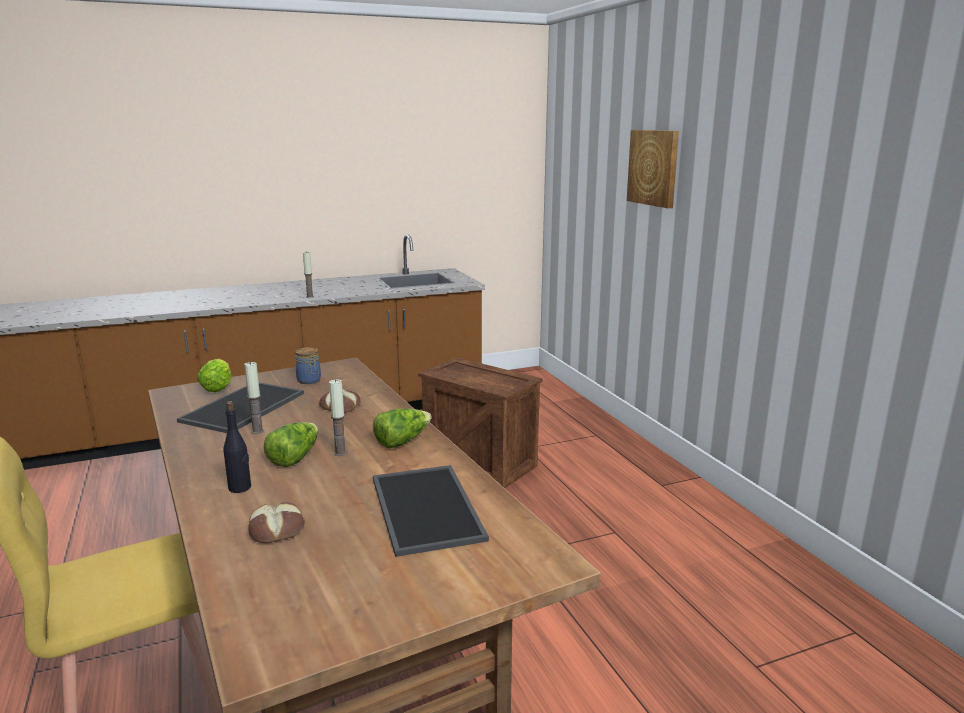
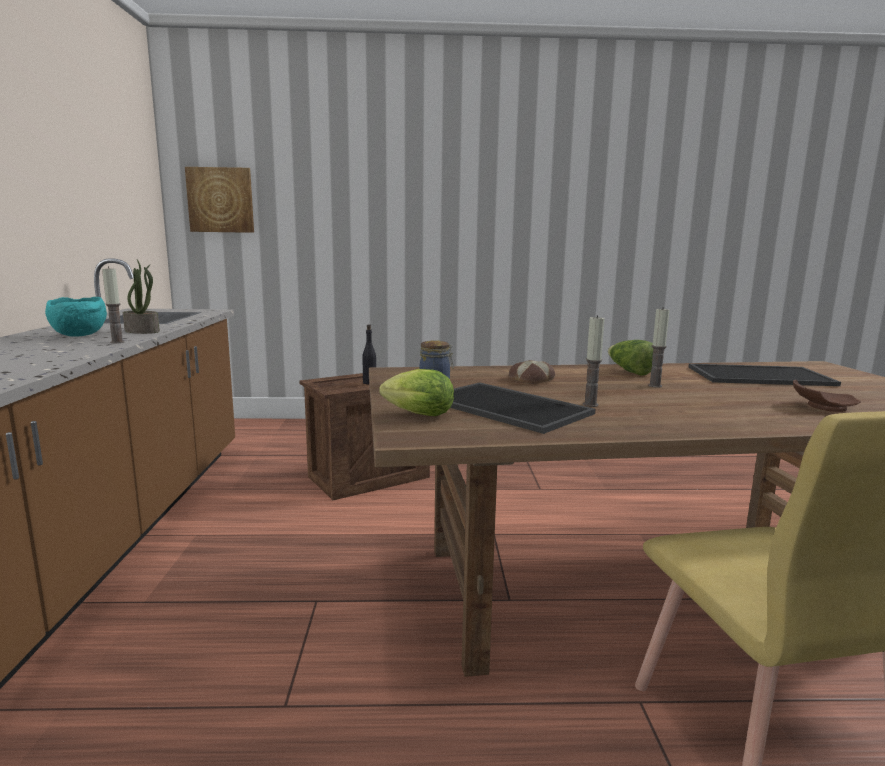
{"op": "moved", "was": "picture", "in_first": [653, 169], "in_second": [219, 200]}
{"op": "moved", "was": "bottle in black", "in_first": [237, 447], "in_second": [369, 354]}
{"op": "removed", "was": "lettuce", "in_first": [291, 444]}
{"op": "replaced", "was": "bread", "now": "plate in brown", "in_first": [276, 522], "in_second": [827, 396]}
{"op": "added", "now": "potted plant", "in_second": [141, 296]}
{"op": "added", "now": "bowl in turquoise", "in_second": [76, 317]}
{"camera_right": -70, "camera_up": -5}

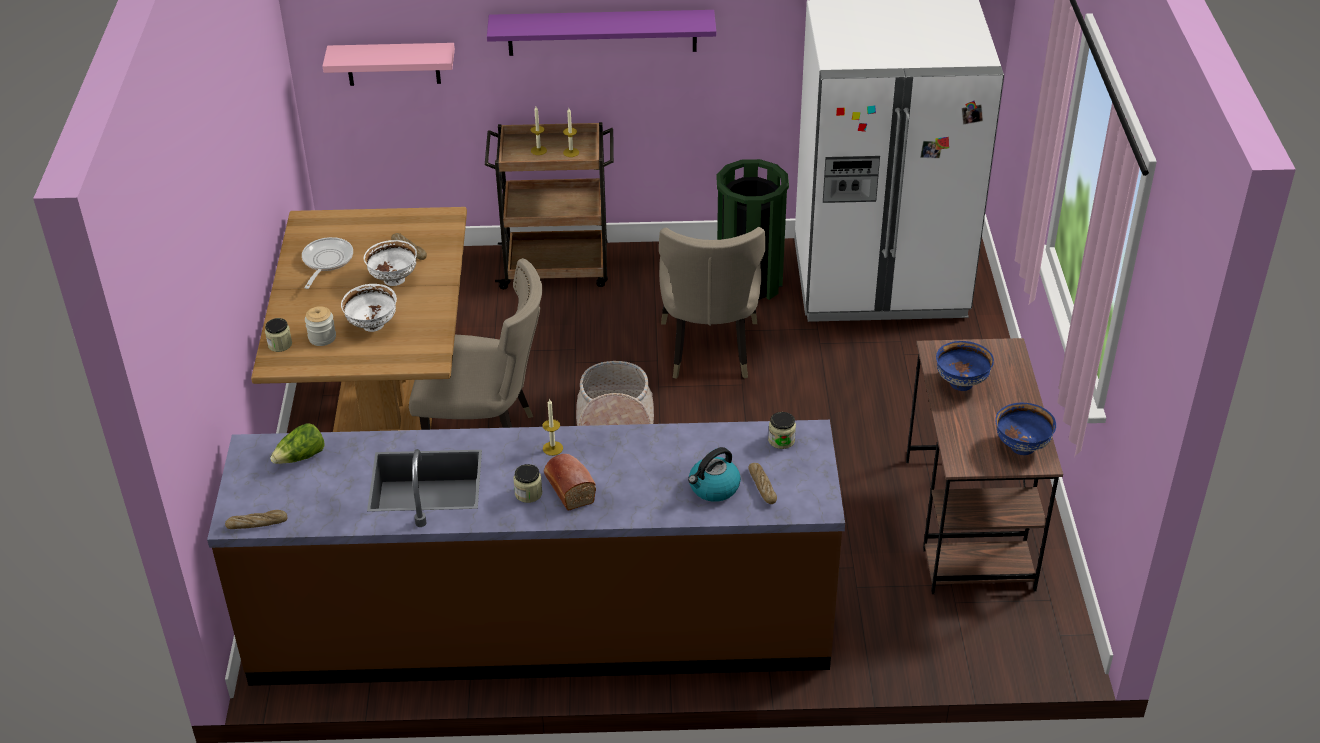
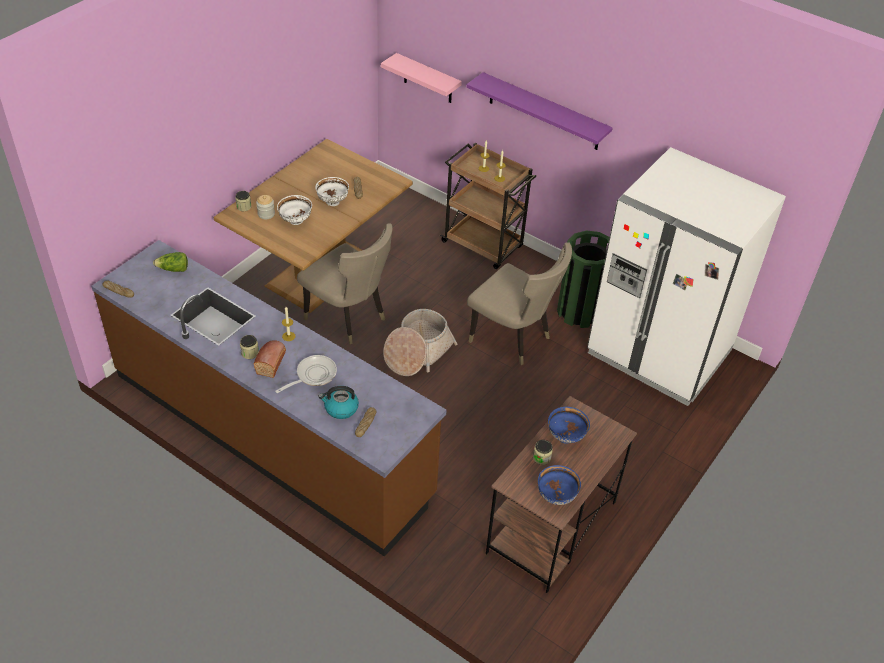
{"op": "turned", "was": "chair in beige", "in_first": [712, 303], "in_second": [519, 303], "clockwise": -90}
{"op": "moved", "was": "frying pan", "in_first": [327, 263], "in_second": [306, 374]}
{"op": "moved", "was": "jar", "in_first": [782, 430], "in_second": [543, 452]}
{"camera_right": 35, "camera_up": 5}

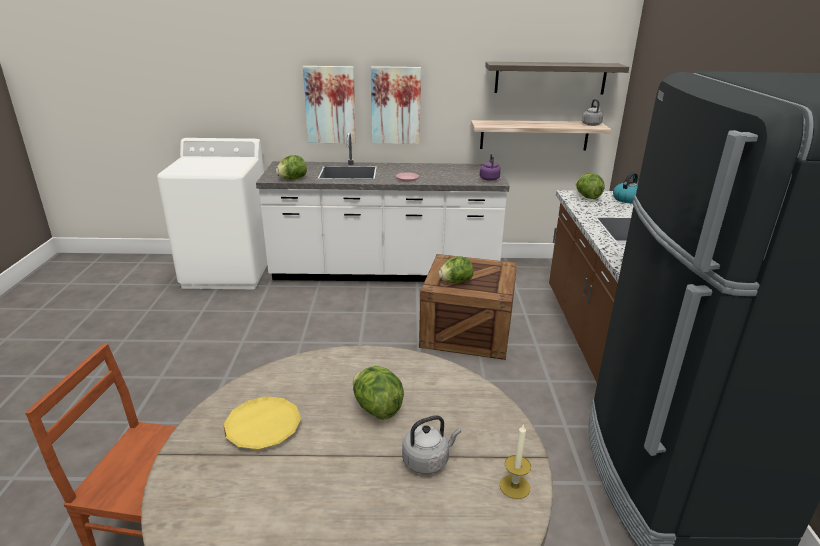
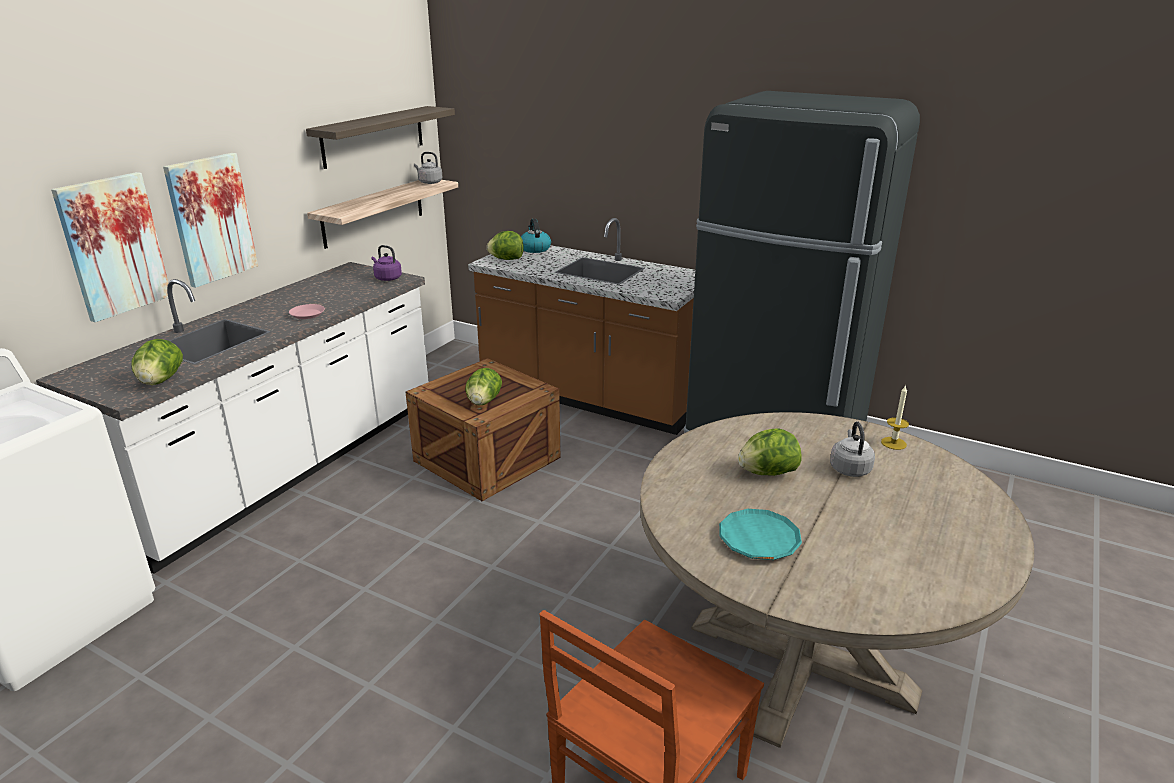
{"op": "recoloured", "was": "plate in yellow", "now": "plate in turquoise", "in_first": [262, 423], "in_second": [760, 534]}
{"camera_right": -60, "camera_up": 0}

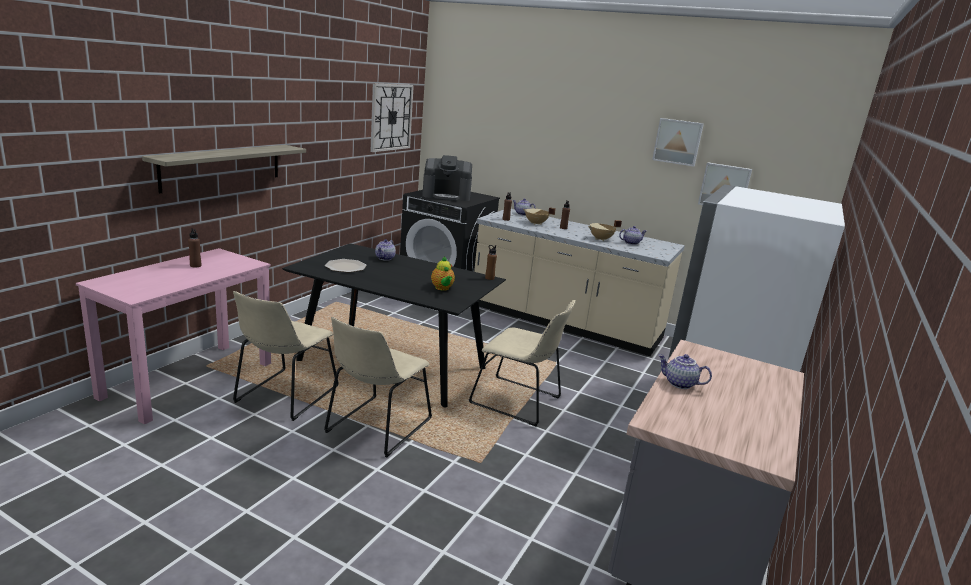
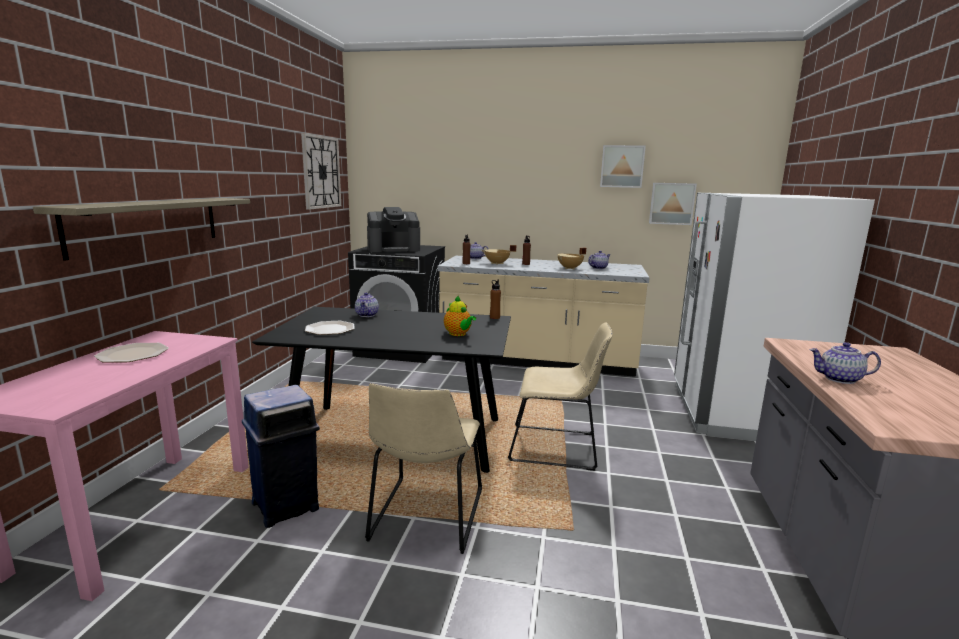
{"op": "replaced", "was": "bottle in brown", "now": "plate", "in_first": [194, 248], "in_second": [131, 353]}
{"op": "replaced", "was": "chair in beige", "now": "trash can in blue", "in_first": [286, 356], "in_second": [281, 456]}
{"camera_right": -15, "camera_up": -5}

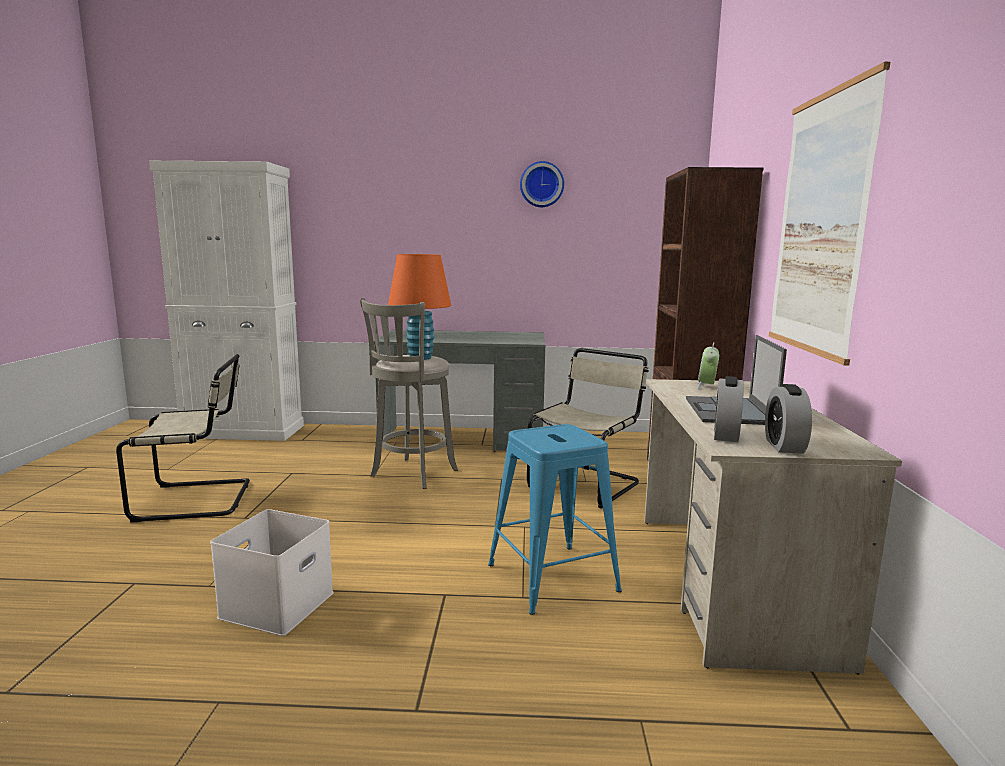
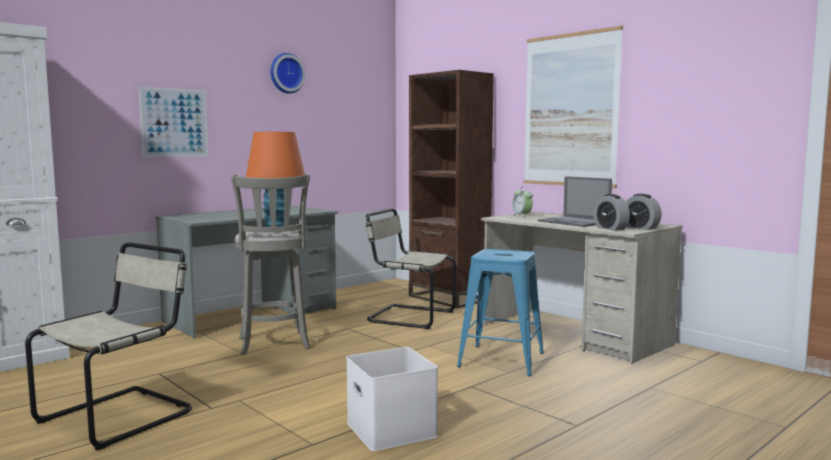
{"op": "turned", "was": "chair in beige", "in_first": [588, 428], "in_second": [411, 268], "clockwise": -60}
{"op": "added", "now": "picture", "in_second": [173, 122]}
{"camera_right": -45, "camera_up": -5}

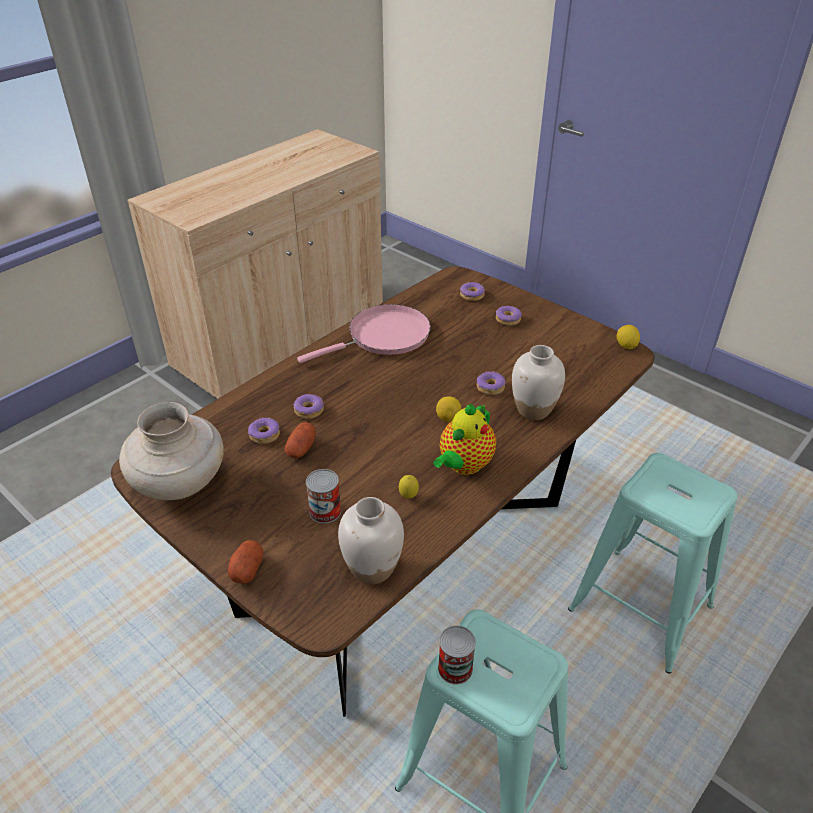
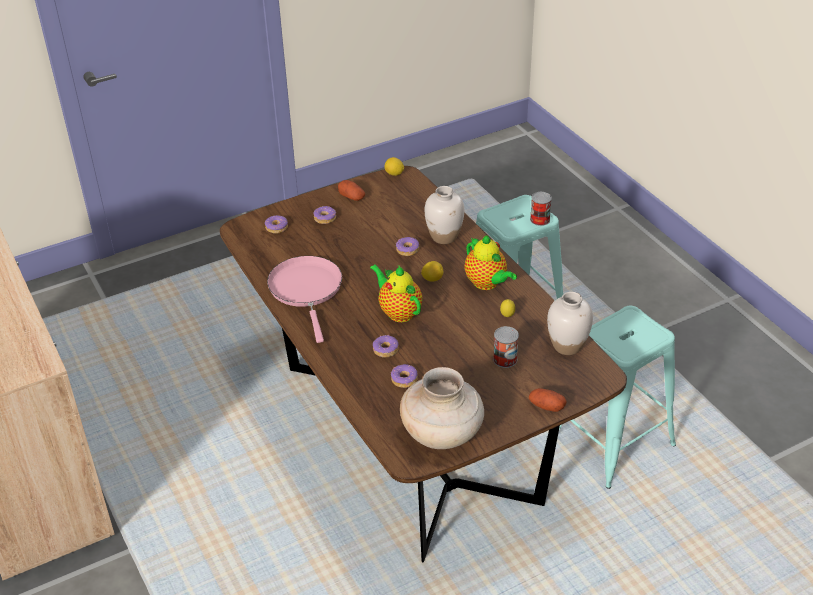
{"op": "moved", "was": "potato", "in_first": [300, 440], "in_second": [351, 190]}
{"op": "moved", "was": "can", "in_first": [457, 655], "in_second": [541, 209]}
{"op": "added", "now": "teapot", "in_second": [396, 293]}
{"camera_right": -70, "camera_up": 0}

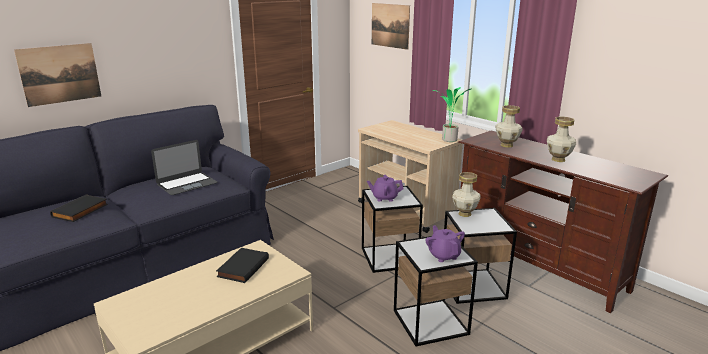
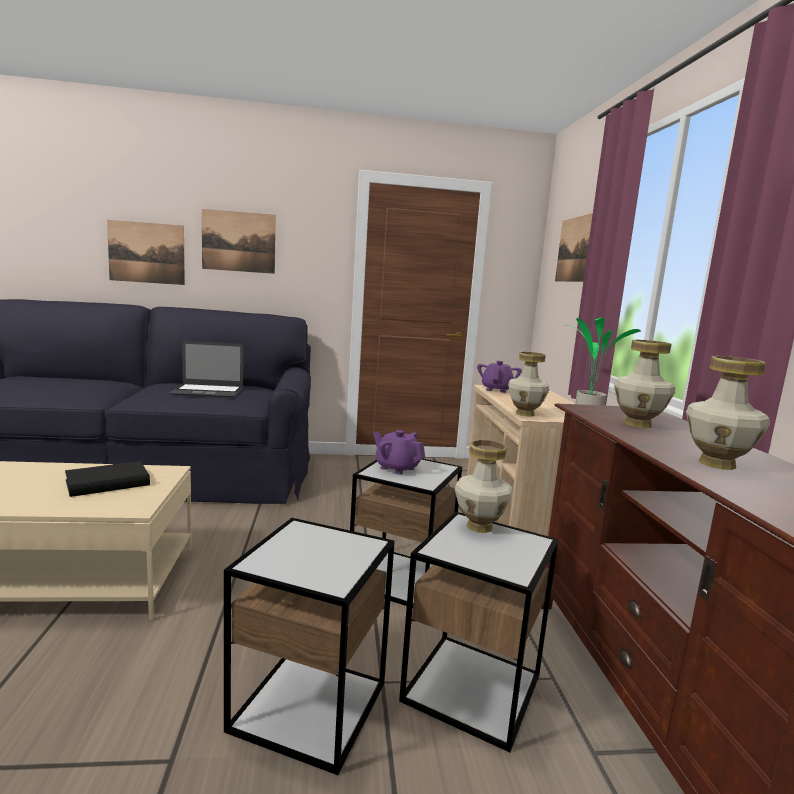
{"op": "removed", "was": "book in black", "in_first": [79, 208]}
{"op": "moved", "was": "teapot in purple", "in_first": [445, 243], "in_second": [499, 377]}
{"op": "added", "now": "picture", "in_second": [239, 241]}
{"op": "added", "now": "vase", "in_second": [528, 384]}
{"camera_right": 35, "camera_up": -10}

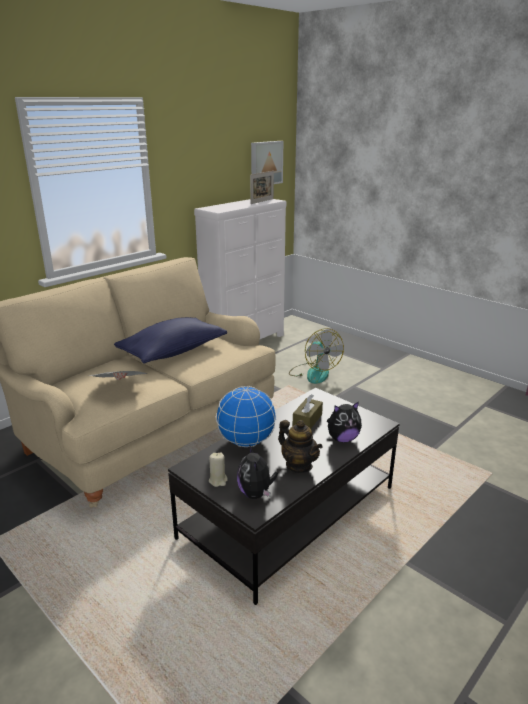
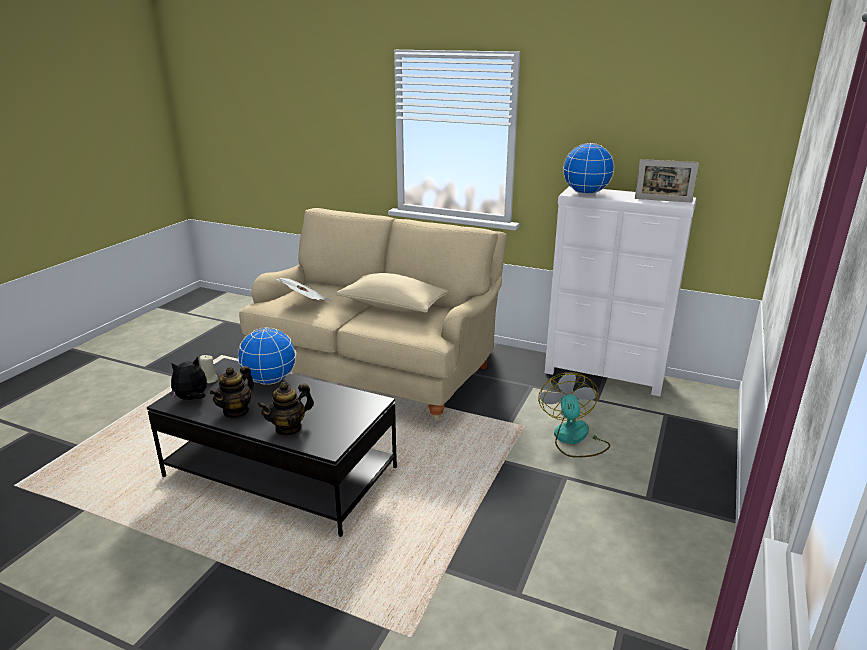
{"op": "removed", "was": "picture", "in_first": [267, 162]}
{"op": "recoloured", "was": "pillow in blue", "now": "pillow in beige", "in_first": [170, 340], "in_second": [392, 293]}
{"op": "turned", "was": "fan", "in_first": [316, 356], "in_second": [574, 415], "clockwise": 135}
{"op": "removed", "was": "tissue box in brown", "in_first": [308, 411]}
{"op": "replaced", "was": "plush toy", "now": "teapot", "in_first": [344, 422], "in_second": [285, 409]}
{"op": "added", "now": "globe", "in_second": [588, 168]}
{"camera_right": 70, "camera_up": 0}

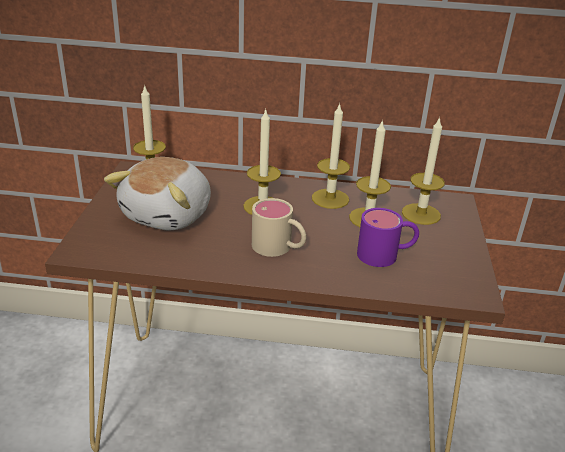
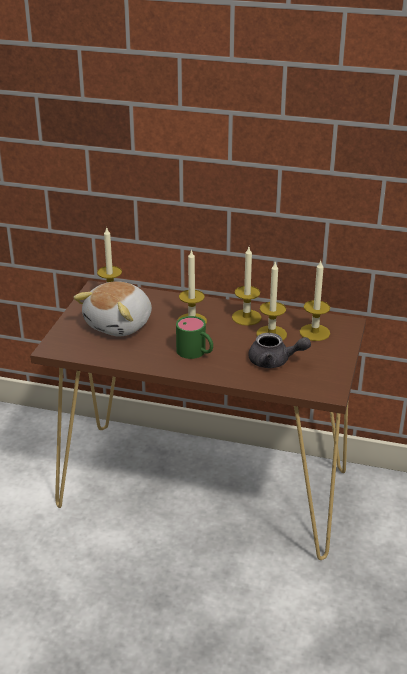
{"op": "recoloured", "was": "mug in beige", "now": "mug in green", "in_first": [279, 227], "in_second": [194, 337]}
{"op": "replaced", "was": "mug in purple", "now": "teapot in grey", "in_first": [388, 237], "in_second": [279, 350]}
{"camera_right": 10, "camera_up": 0}

